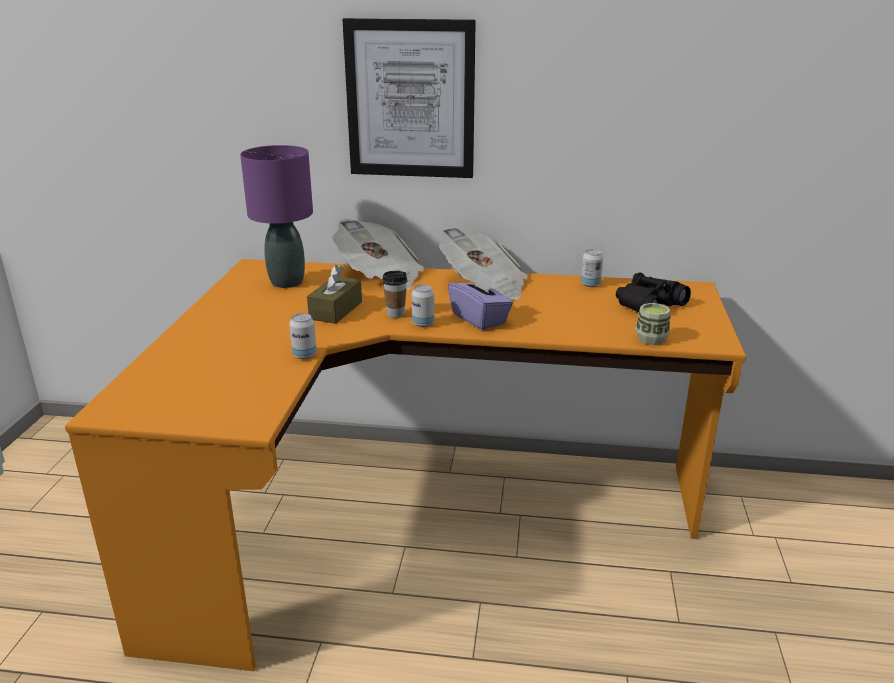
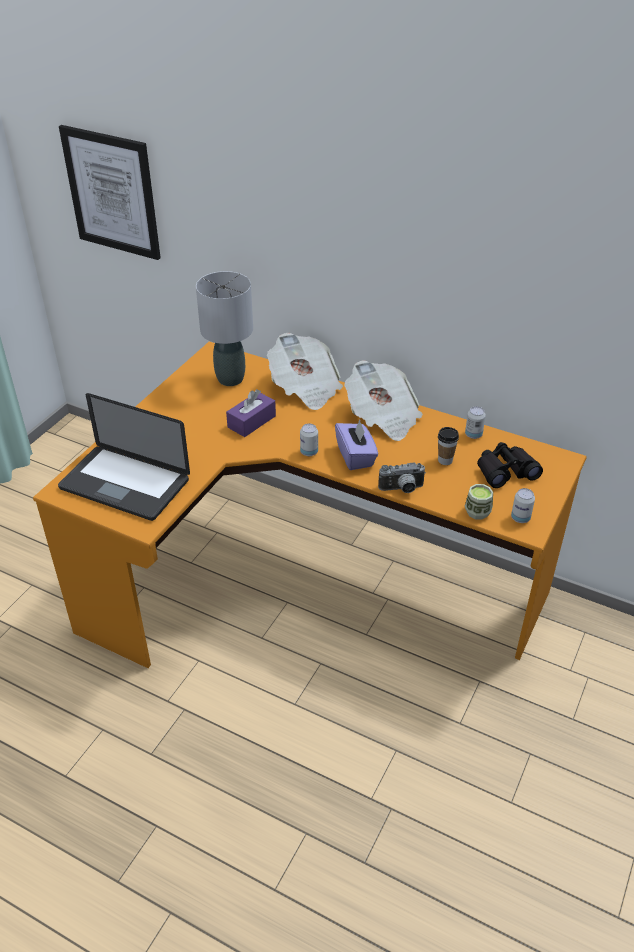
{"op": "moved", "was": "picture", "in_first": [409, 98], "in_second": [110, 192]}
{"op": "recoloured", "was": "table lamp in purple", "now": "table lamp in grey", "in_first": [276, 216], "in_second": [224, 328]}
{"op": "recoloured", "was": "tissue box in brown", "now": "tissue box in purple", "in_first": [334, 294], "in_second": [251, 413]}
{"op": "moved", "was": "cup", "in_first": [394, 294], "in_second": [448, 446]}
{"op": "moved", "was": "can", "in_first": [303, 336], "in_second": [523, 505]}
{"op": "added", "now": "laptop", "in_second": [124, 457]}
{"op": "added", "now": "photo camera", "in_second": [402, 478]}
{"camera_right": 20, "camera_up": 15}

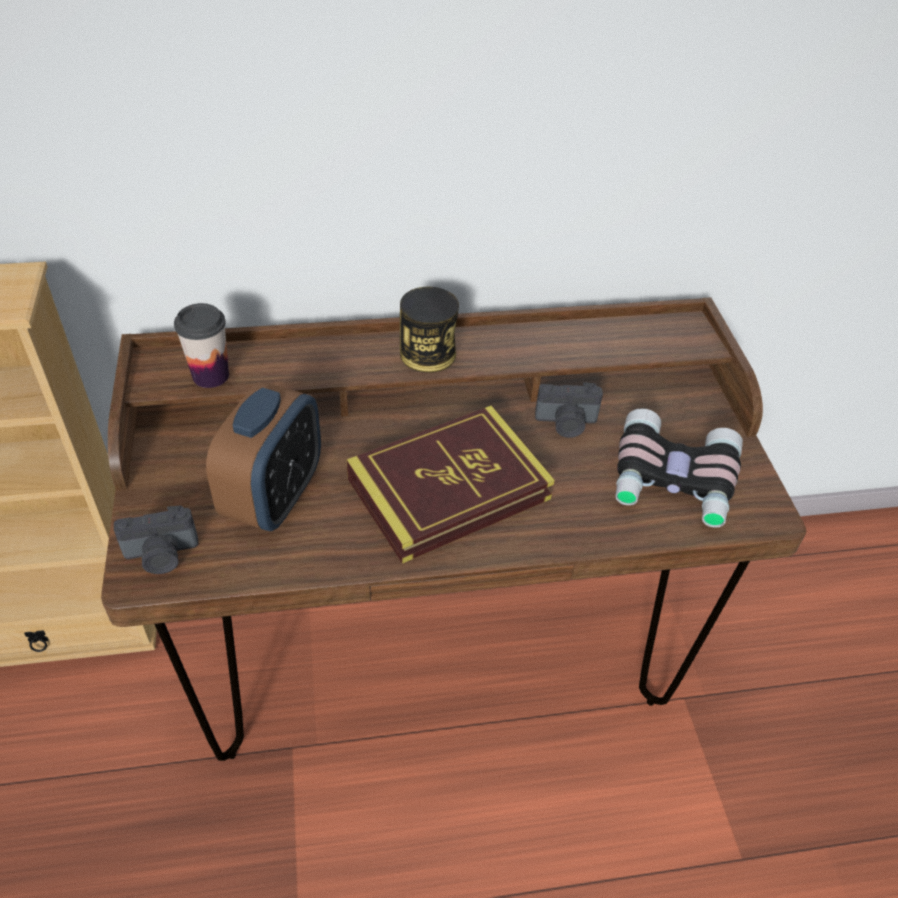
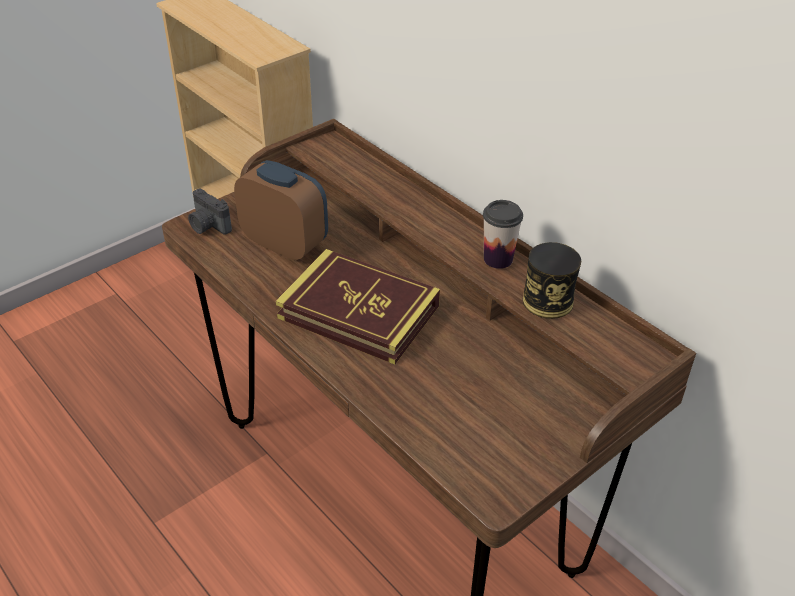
{"op": "moved", "was": "can", "in_first": [429, 330], "in_second": [552, 280]}
{"op": "moved", "was": "cup", "in_first": [201, 345], "in_second": [503, 234]}
{"op": "turned", "was": "alarm clock", "in_first": [263, 456], "in_second": [281, 210], "clockwise": -135}
{"op": "removed", "was": "photo camera", "in_first": [569, 410]}
{"op": "removed", "was": "binoculars", "in_first": [679, 468]}
{"camera_right": 60, "camera_up": -5}

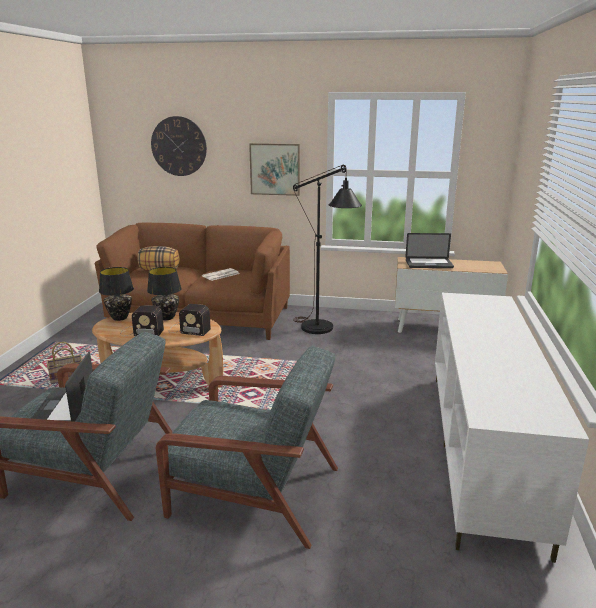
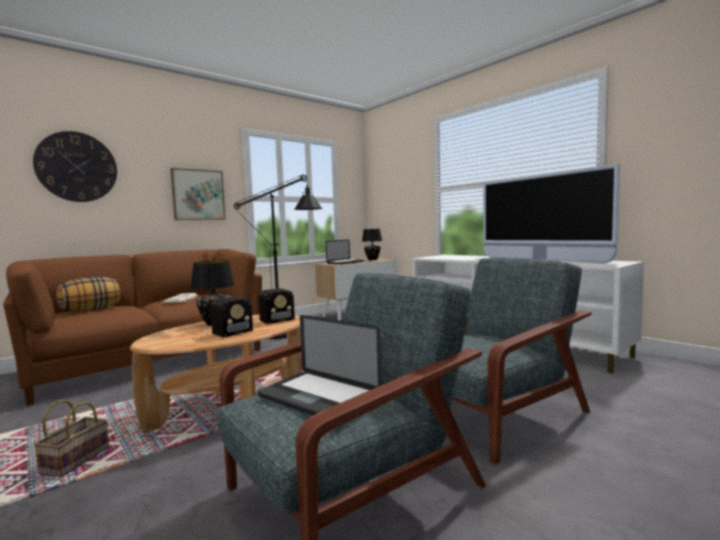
{"op": "moved", "was": "table lamp in black", "in_first": [116, 294], "in_second": [372, 244]}
{"op": "added", "now": "television", "in_second": [551, 213]}
{"camera_right": -50, "camera_up": -15}

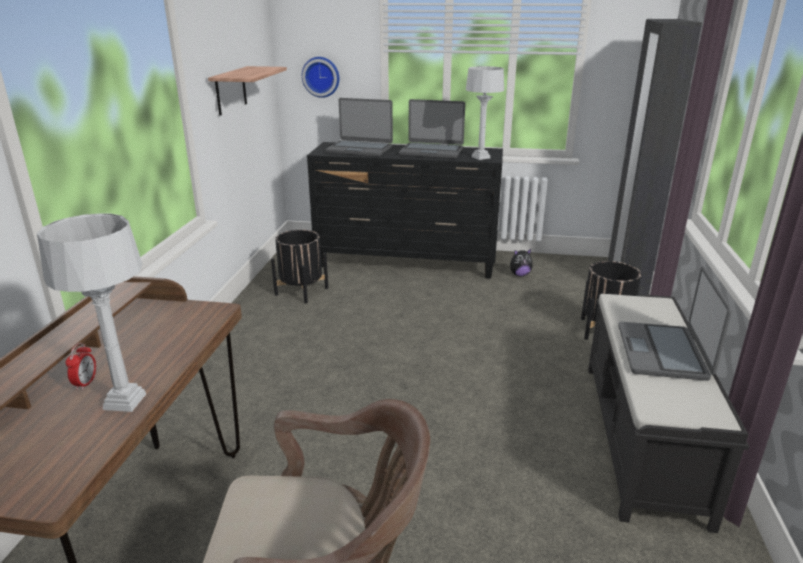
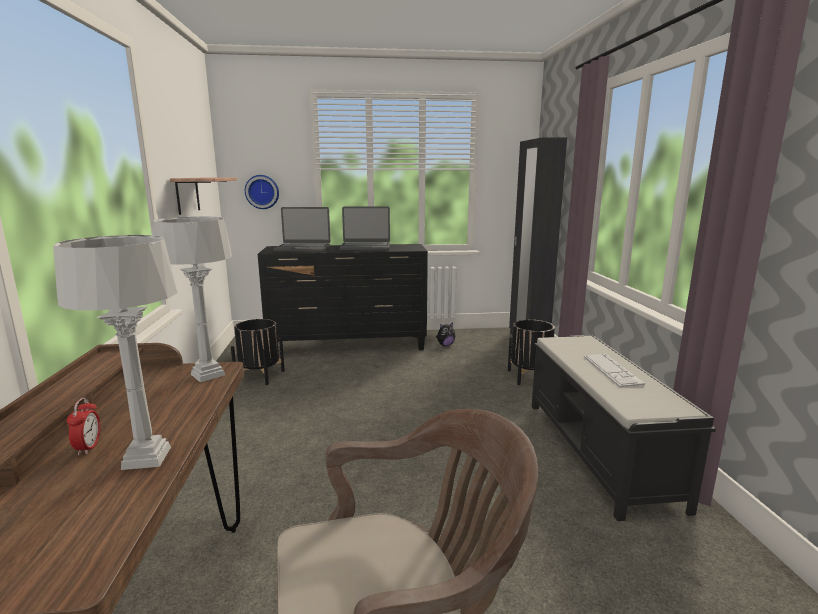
{"op": "moved", "was": "table lamp in grey", "in_first": [485, 113], "in_second": [192, 299]}
{"op": "replaced", "was": "laptop", "now": "keyboard", "in_first": [675, 323], "in_second": [614, 370]}
{"camera_right": -15, "camera_up": -10}

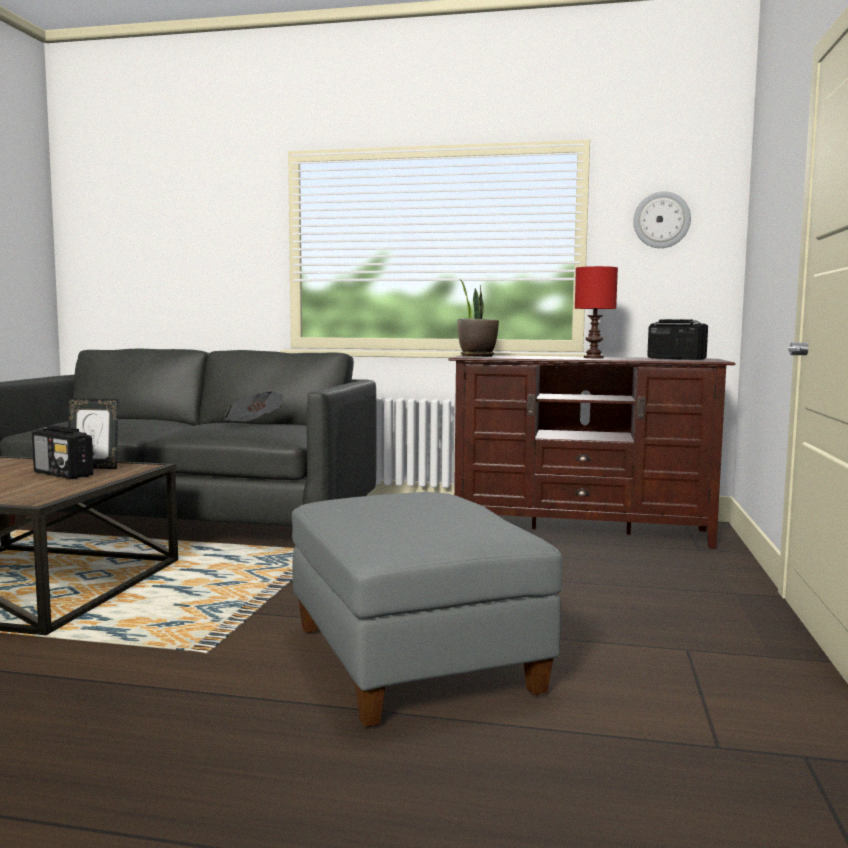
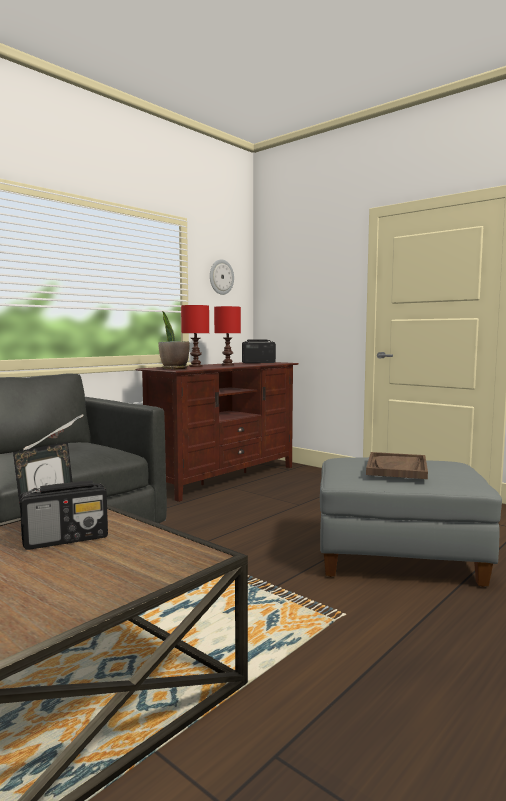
{"op": "added", "now": "table lamp in red", "in_second": [195, 336]}
{"op": "added", "now": "tray in brown", "in_second": [397, 465]}
{"camera_right": -60, "camera_up": 0}

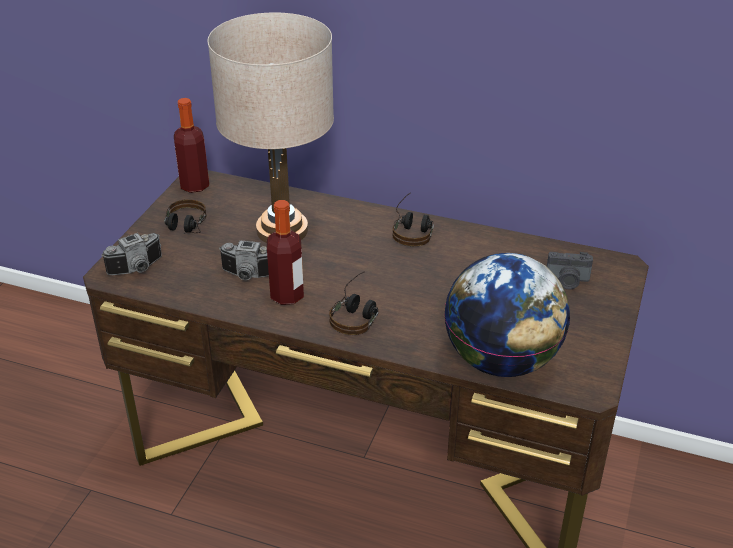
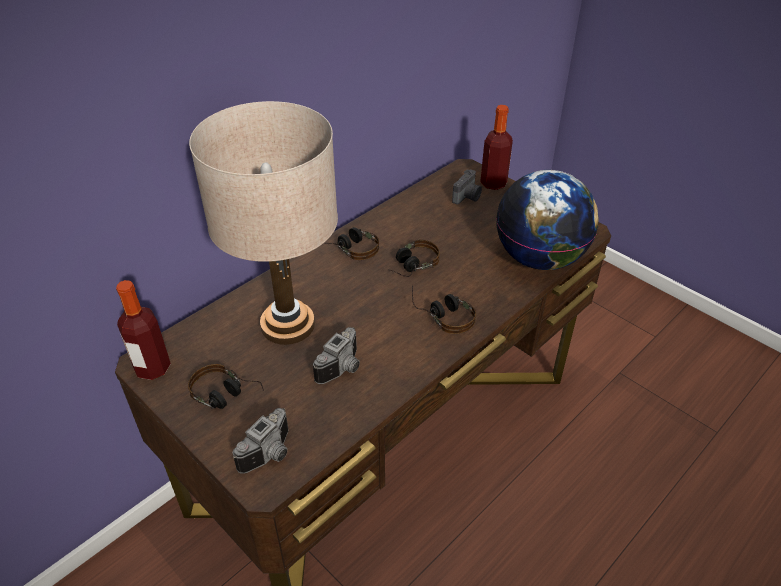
{"op": "moved", "was": "bottle", "in_first": [285, 252], "in_second": [496, 147]}
{"op": "turned", "was": "photo camera", "in_first": [132, 254], "in_second": [260, 441], "clockwise": 45}
{"op": "added", "now": "headphones", "in_second": [414, 258]}
{"camera_right": -65, "camera_up": 5}

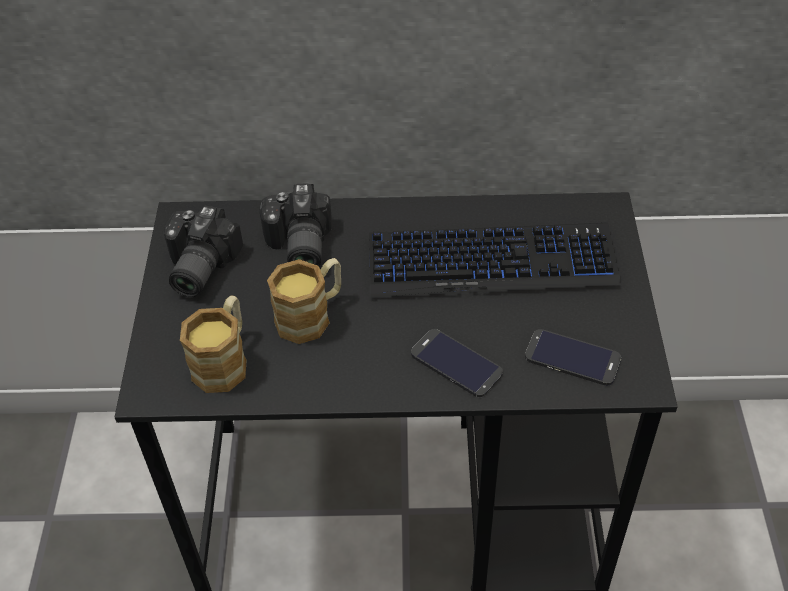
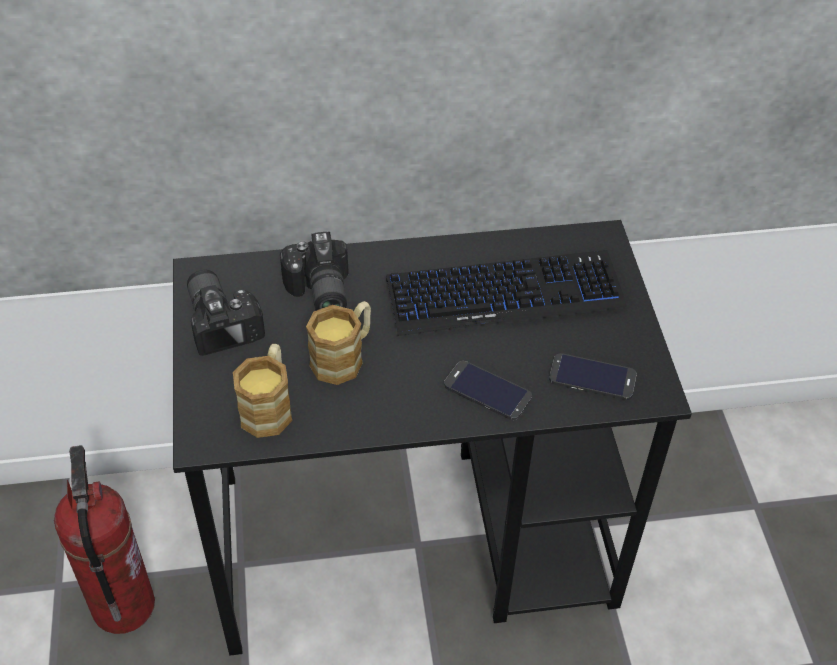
{"op": "turned", "was": "photo camera", "in_first": [203, 251], "in_second": [226, 313], "clockwise": 150}
{"op": "added", "now": "fire extinguisher", "in_second": [104, 539]}
{"camera_right": -10, "camera_up": 0}

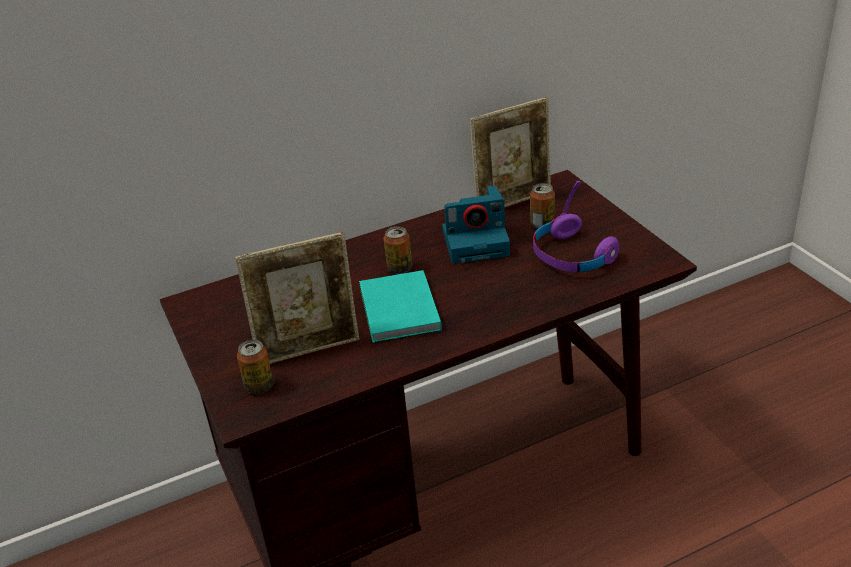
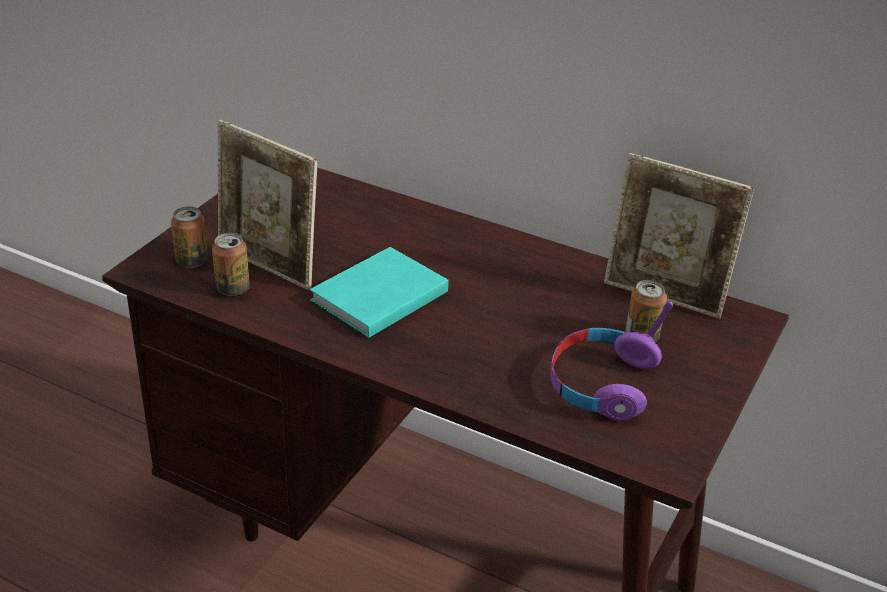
{"op": "removed", "was": "photo camera", "in_first": [476, 225]}
{"op": "moved", "was": "can", "in_first": [398, 250], "in_second": [231, 264]}
{"camera_right": 50, "camera_up": 0}

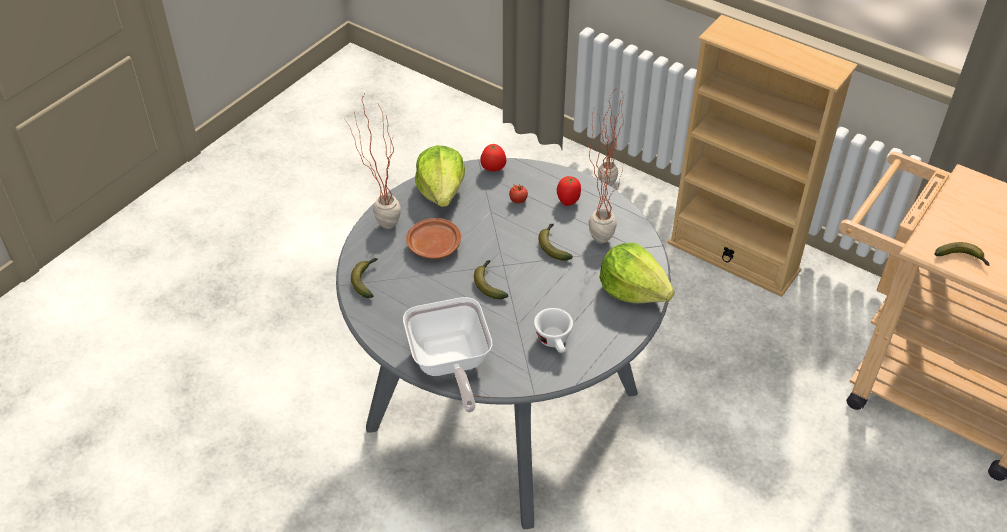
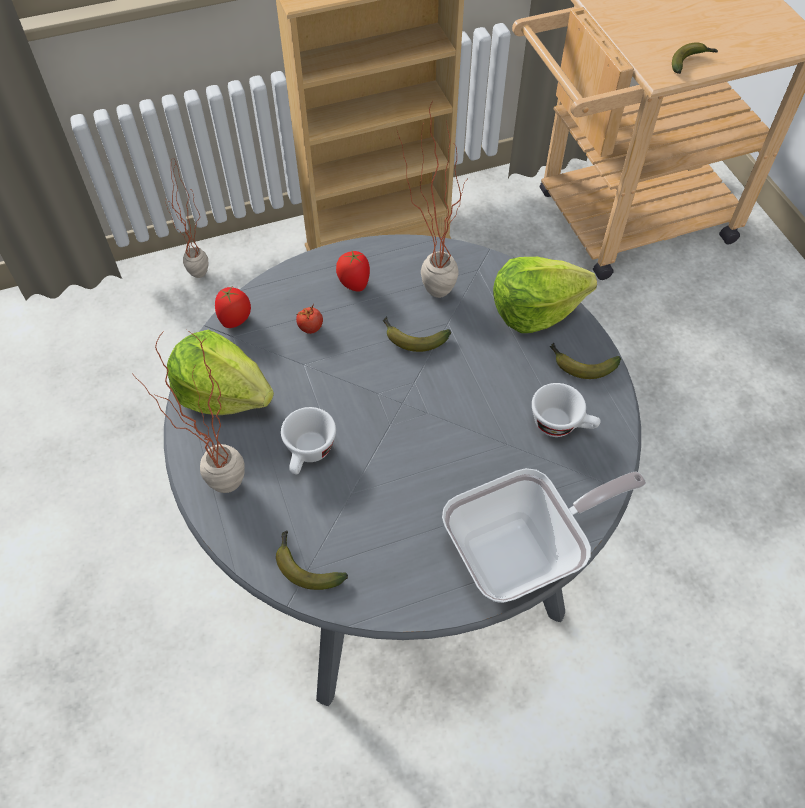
{"op": "replaced", "was": "plate in brown", "now": "cup in white", "in_first": [433, 238], "in_second": [308, 441]}
{"op": "moved", "was": "banana", "in_first": [491, 279], "in_second": [585, 361]}
{"op": "turned", "was": "frying pan", "in_first": [447, 354], "in_second": [544, 535], "clockwise": -45}
{"camera_right": -55, "camera_up": 10}

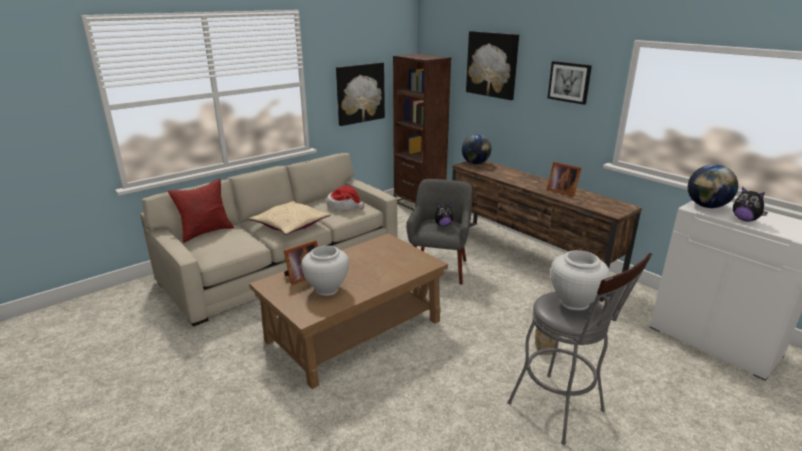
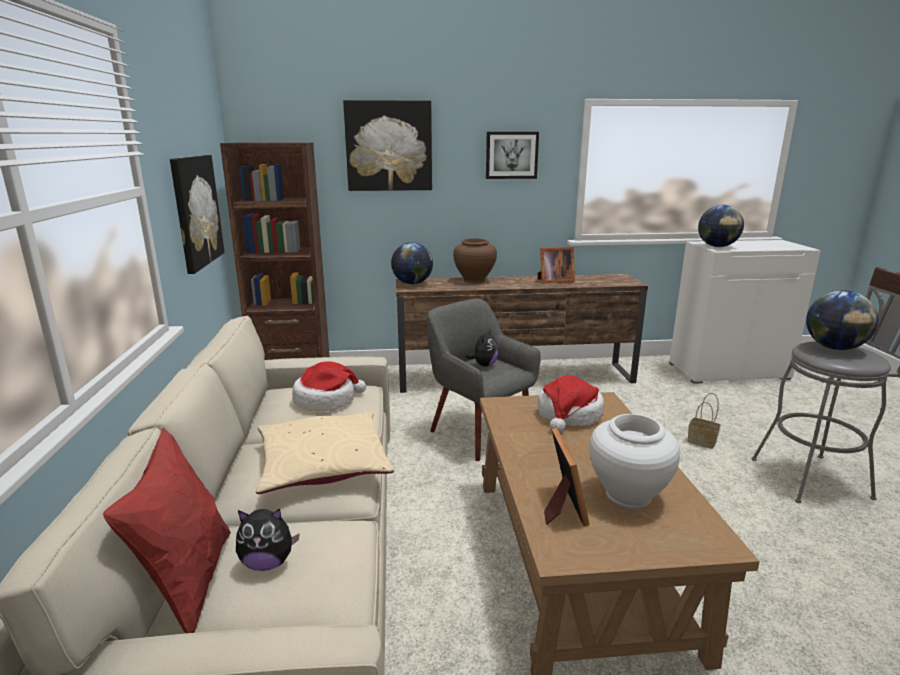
{"op": "moved", "was": "plush toy", "in_first": [750, 204], "in_second": [268, 540]}
{"op": "replaced", "was": "vase in white", "now": "globe", "in_first": [580, 280], "in_second": [842, 320]}
{"op": "added", "now": "vase in brown", "in_second": [475, 260]}
{"op": "added", "now": "hat", "in_second": [571, 404]}
{"camera_right": -55, "camera_up": -5}

